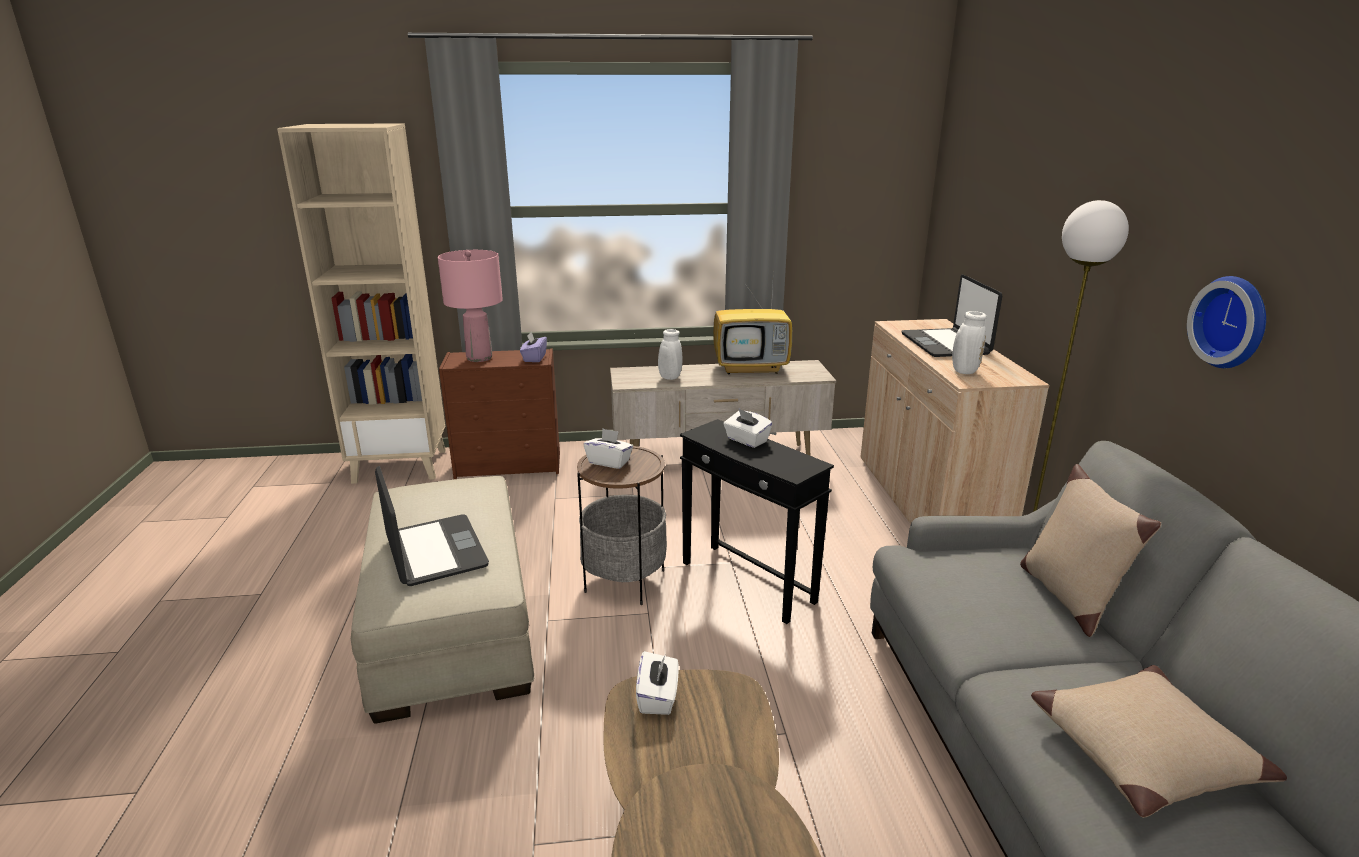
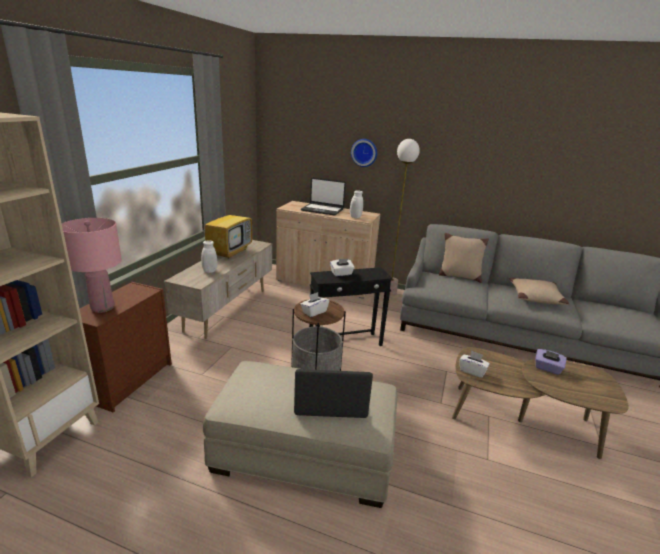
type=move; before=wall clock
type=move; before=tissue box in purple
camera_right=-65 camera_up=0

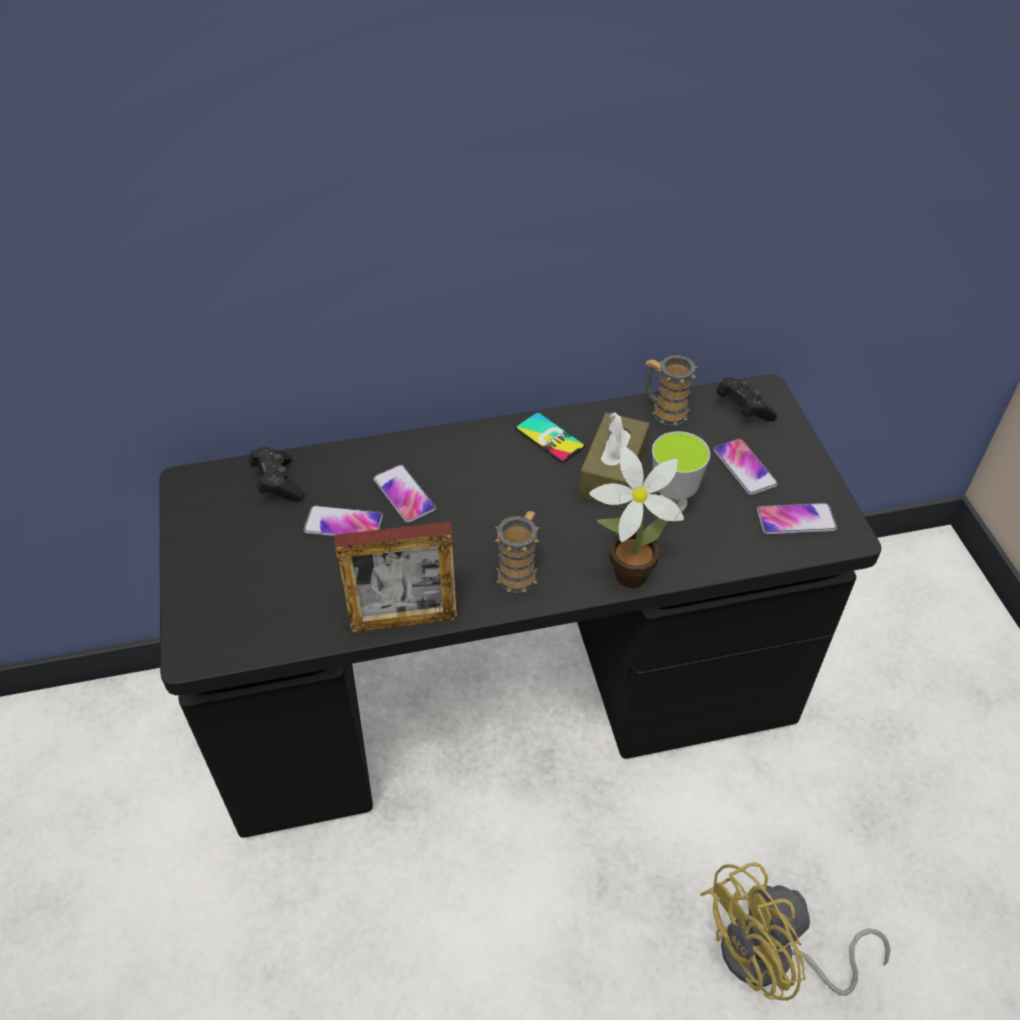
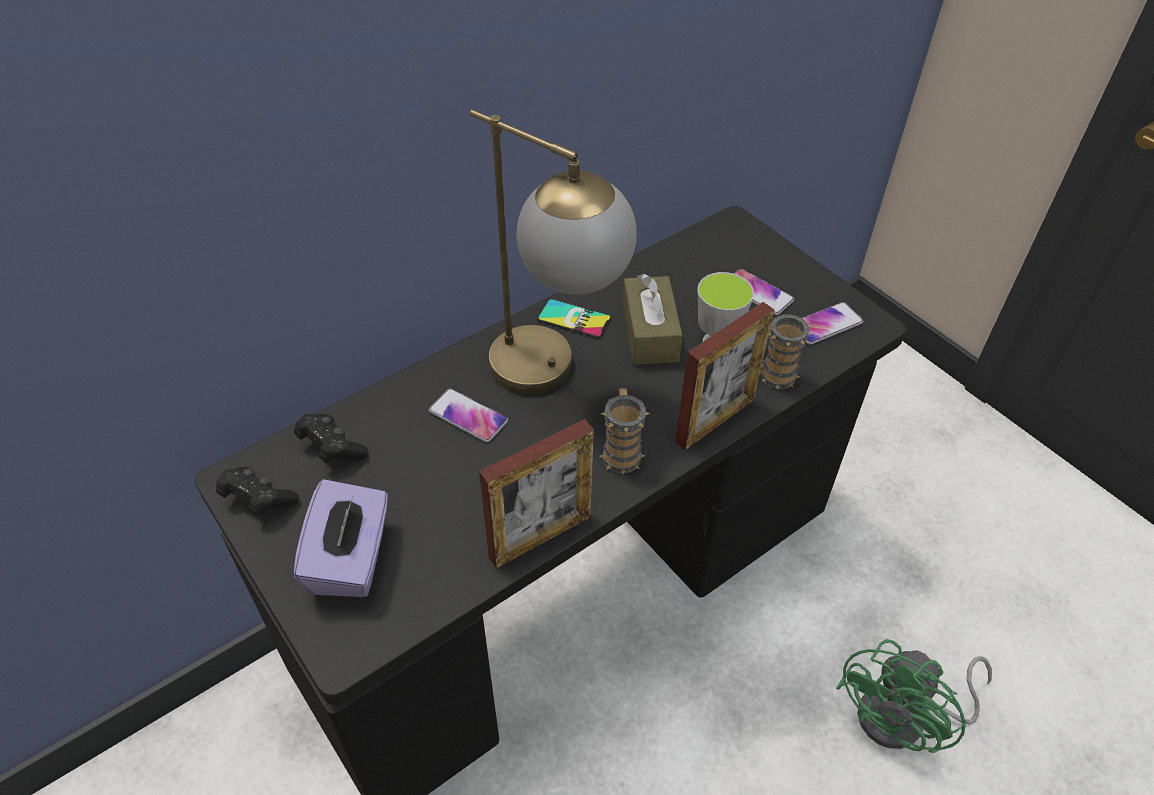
type=move; before=mug (2nd from left)
type=move; before=game controller in black (2nd from left in the first image); after=game controller in black (1st from left)
type=replace; before=potted plant; after=picture frame (2nd from left)
type=delete; before=phone (1st from left)
type=recolor; before=fan in yellow; after=fan in green
type=insert; after=table lamp
type=insert; after=tissue box in purple
camera_right=-25 camera_up=0

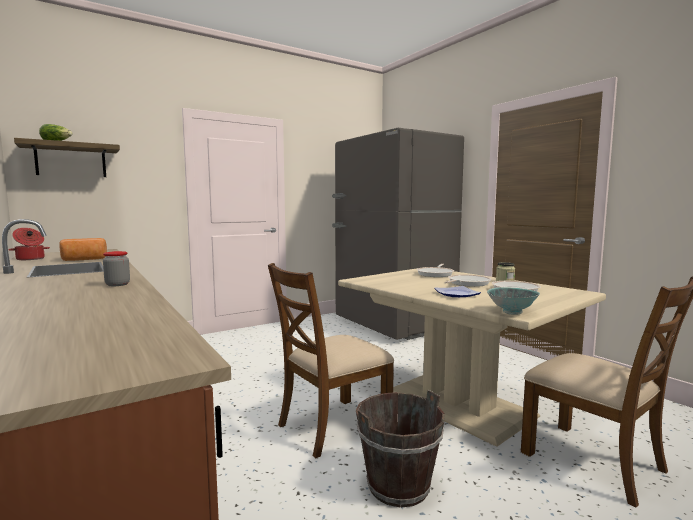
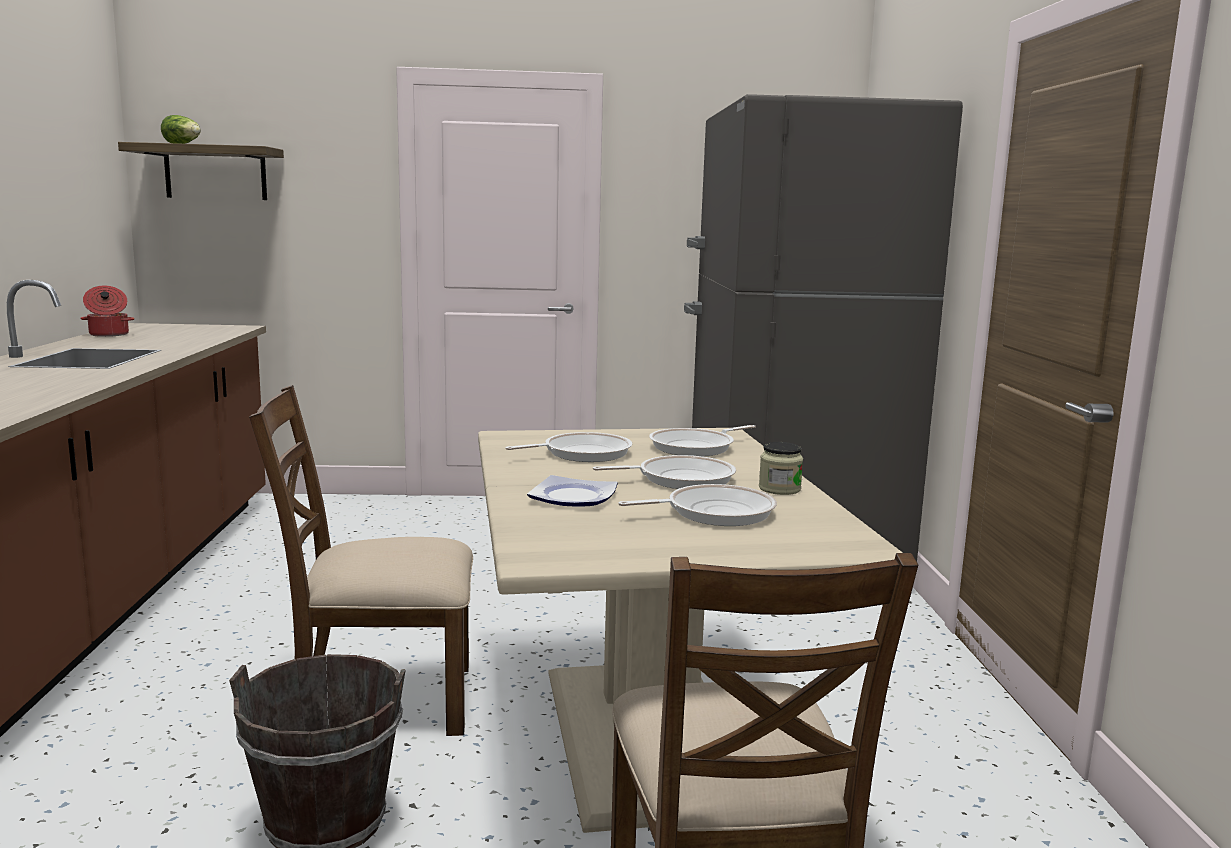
type=delete; before=bread
type=delete; before=jar (1st from left)
type=delete; before=bowl
type=insert; after=frying pan (1st from left)
camera_right=30 camera_up=5

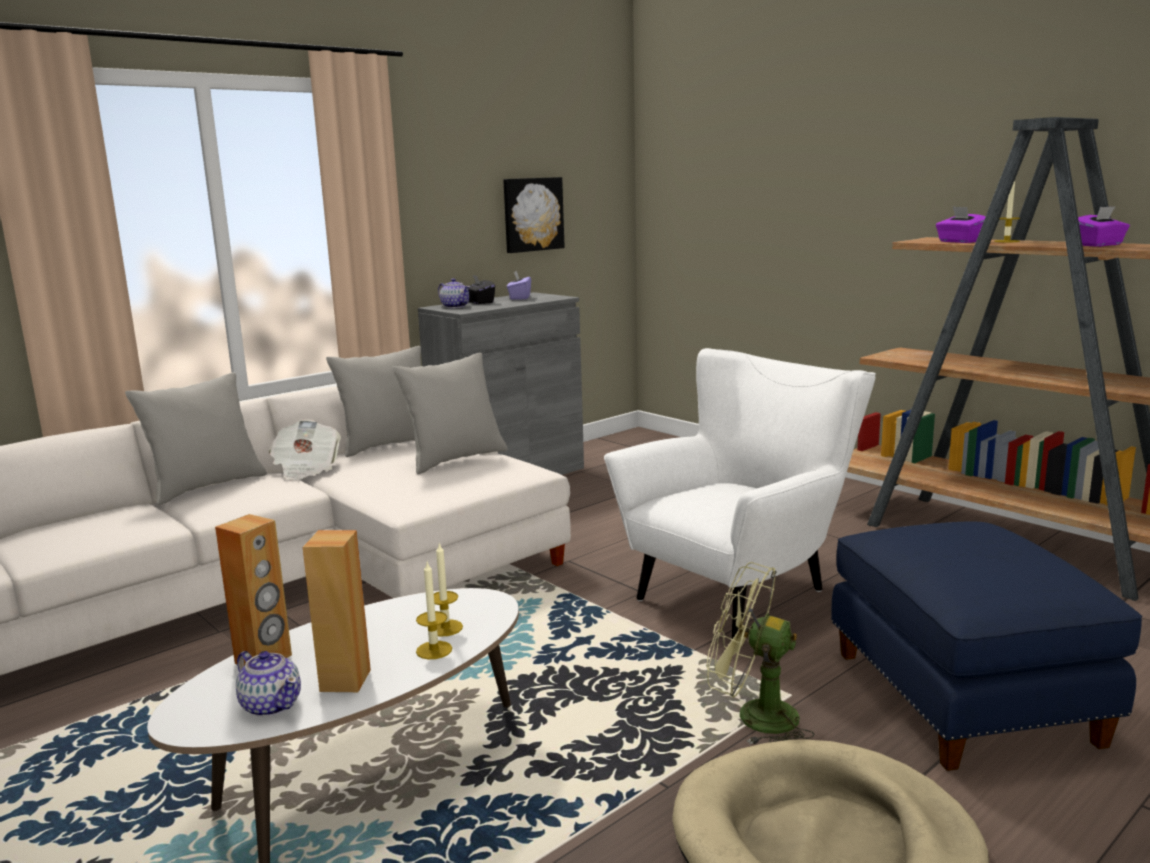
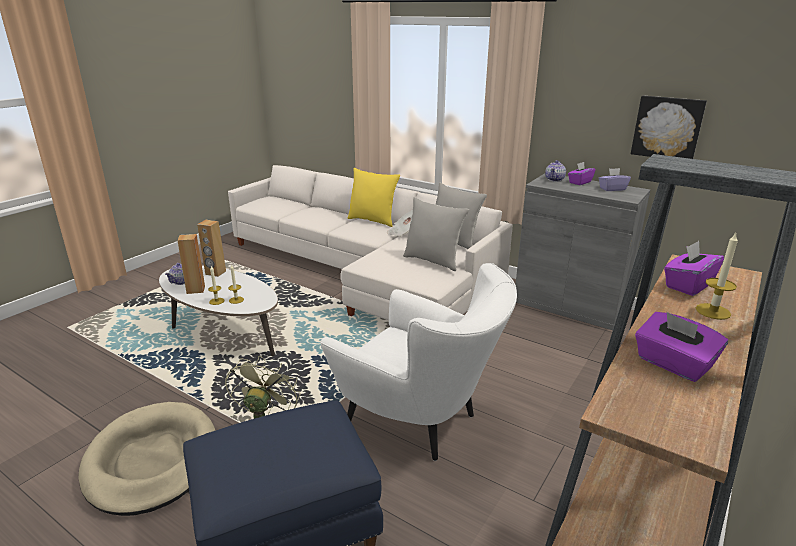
type=recolor; before=tissue box in black; after=tissue box in purple (1st from left)
type=recolor; before=pillow in grey (1st from left); after=pillow in yellow
camera_right=75 camera_up=10

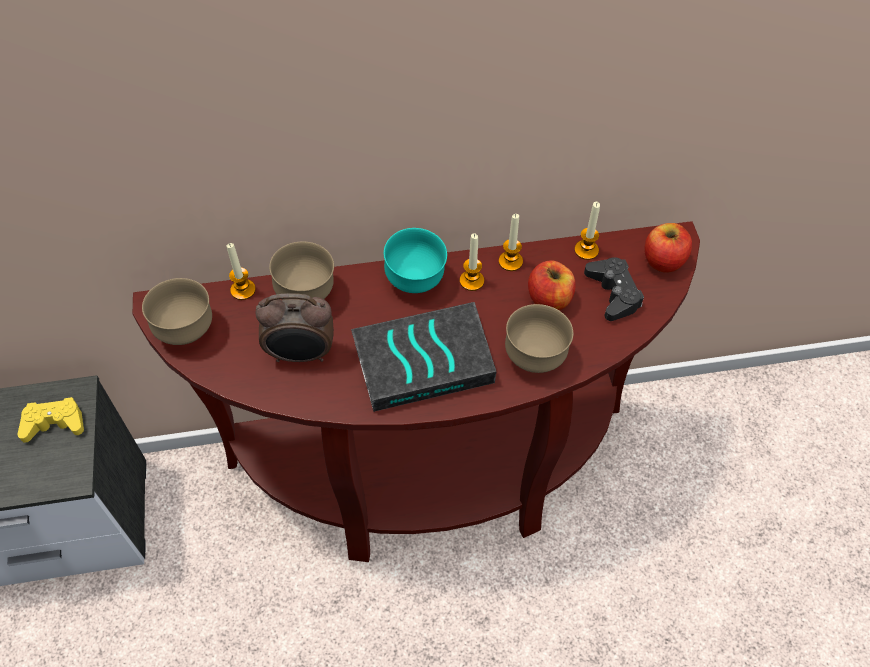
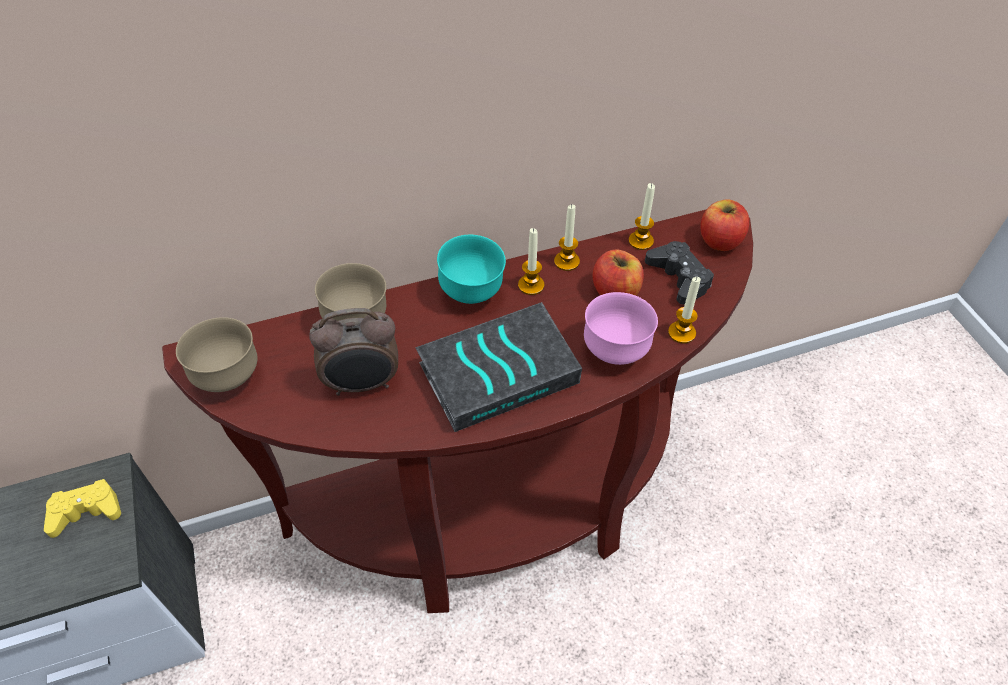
type=move; before=candle (1st from left in the first image); after=candle (4th from left)
type=recolor; before=bowl in brown (3rd from left); after=bowl in pink
camera_right=-10 camera_up=-5

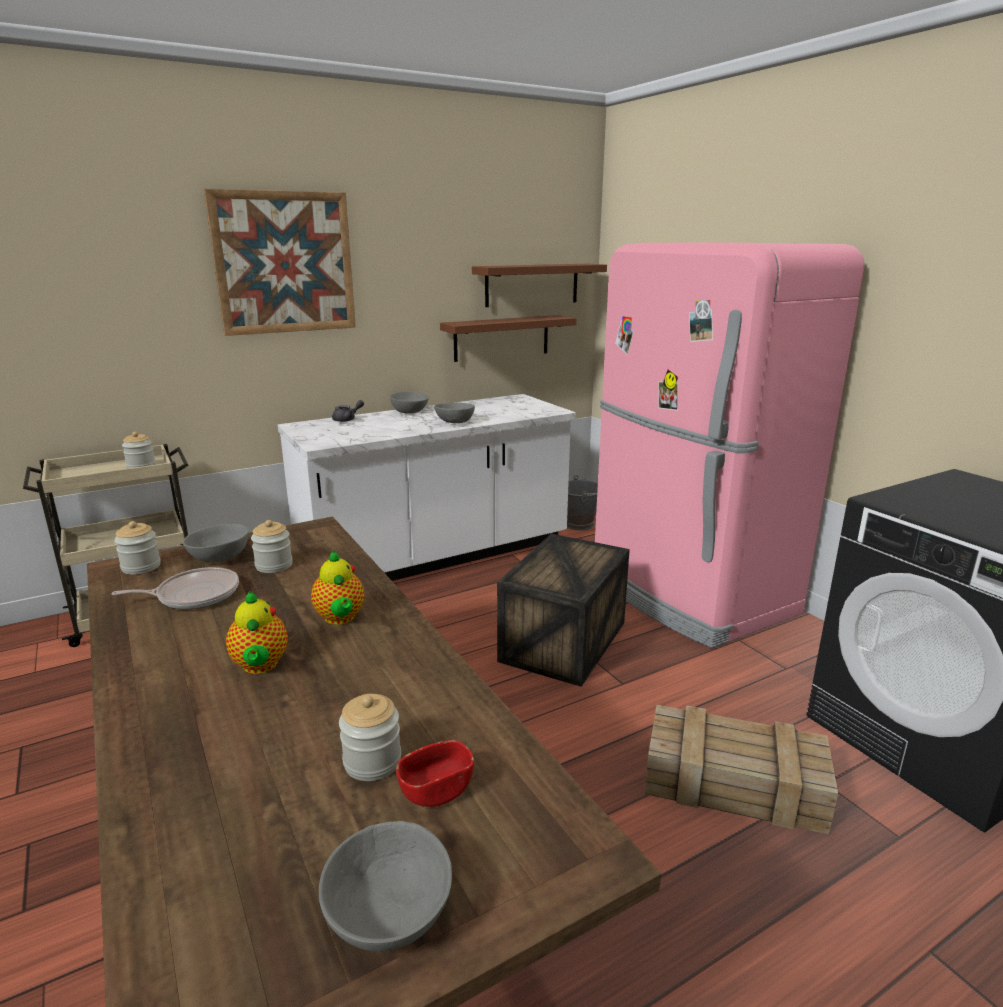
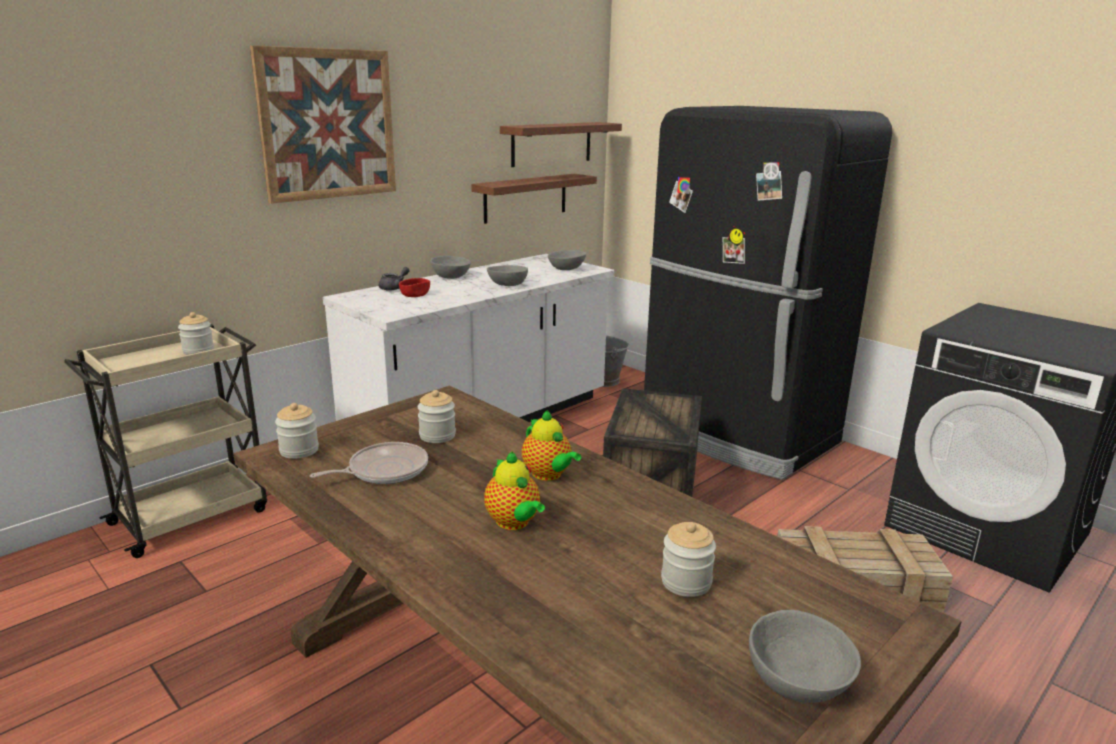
type=recolor; before=fridge in pink; after=fridge in black
type=move; before=bowl in grey (1st from left in the first image); after=bowl in grey (3rd from left)
type=move; before=bowl in red
camera_right=-15 camera_up=0

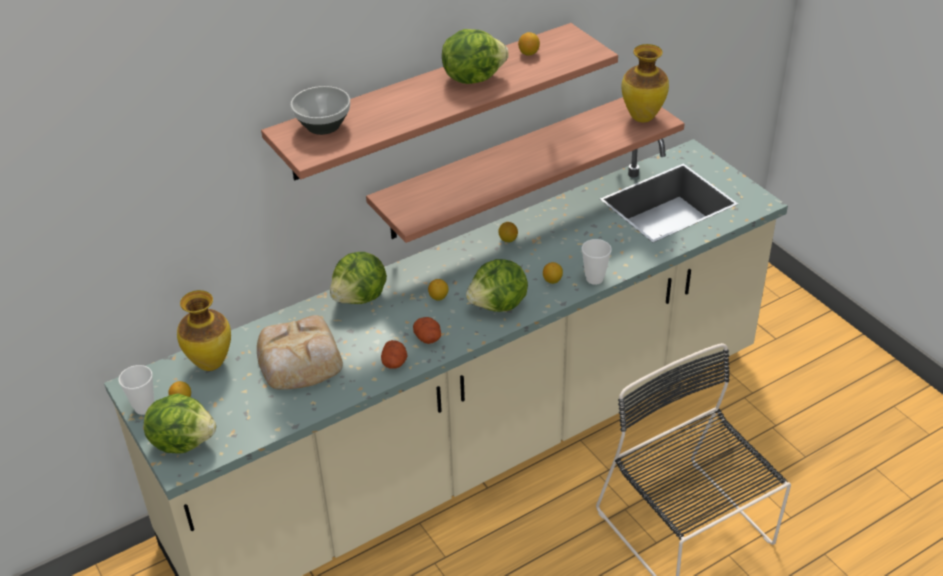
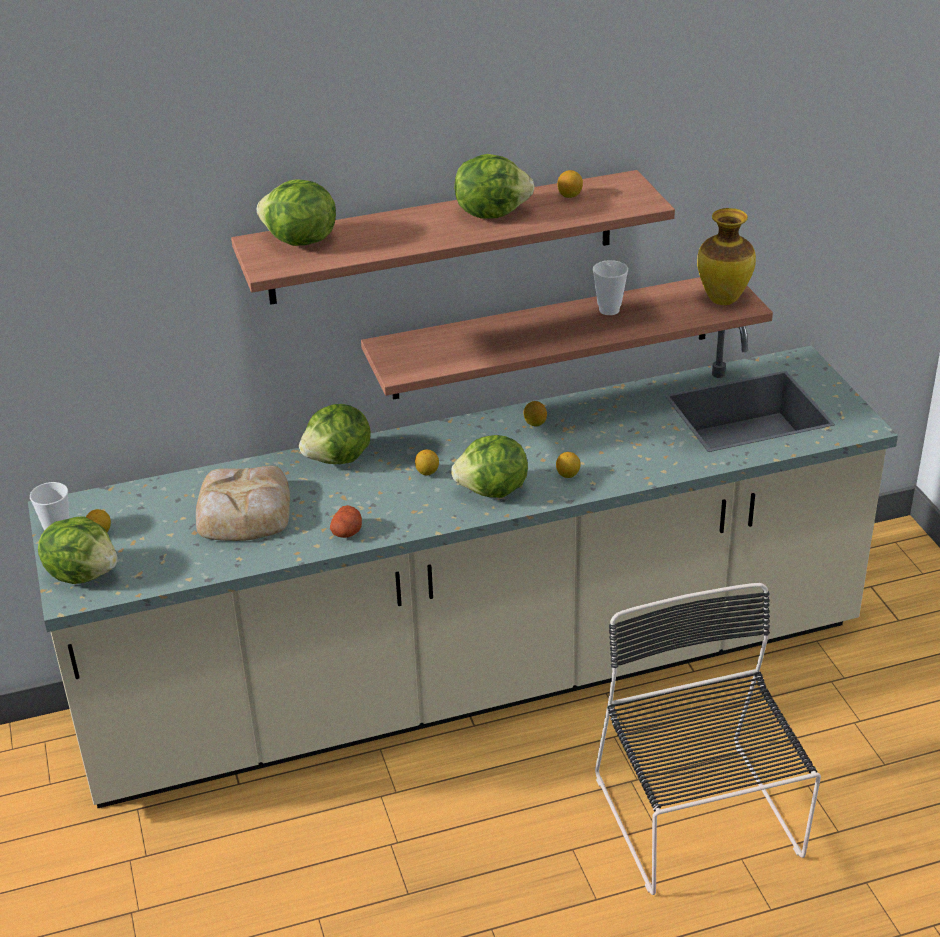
type=replace; before=bowl; after=lettuce (2nd from left)
type=move; before=cup (2nd from left)
type=delete; before=vase (1st from left)
type=delete; before=potato (2nd from left)
camera_right=15 camera_up=-5

